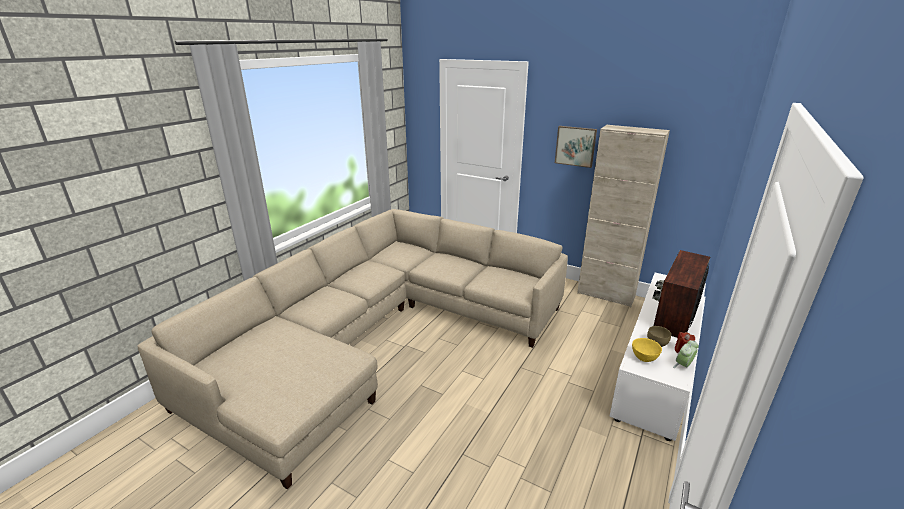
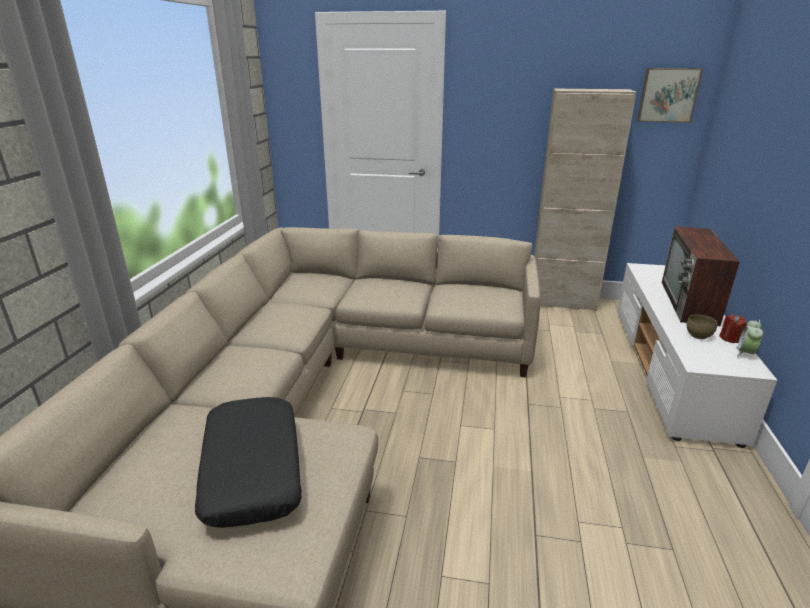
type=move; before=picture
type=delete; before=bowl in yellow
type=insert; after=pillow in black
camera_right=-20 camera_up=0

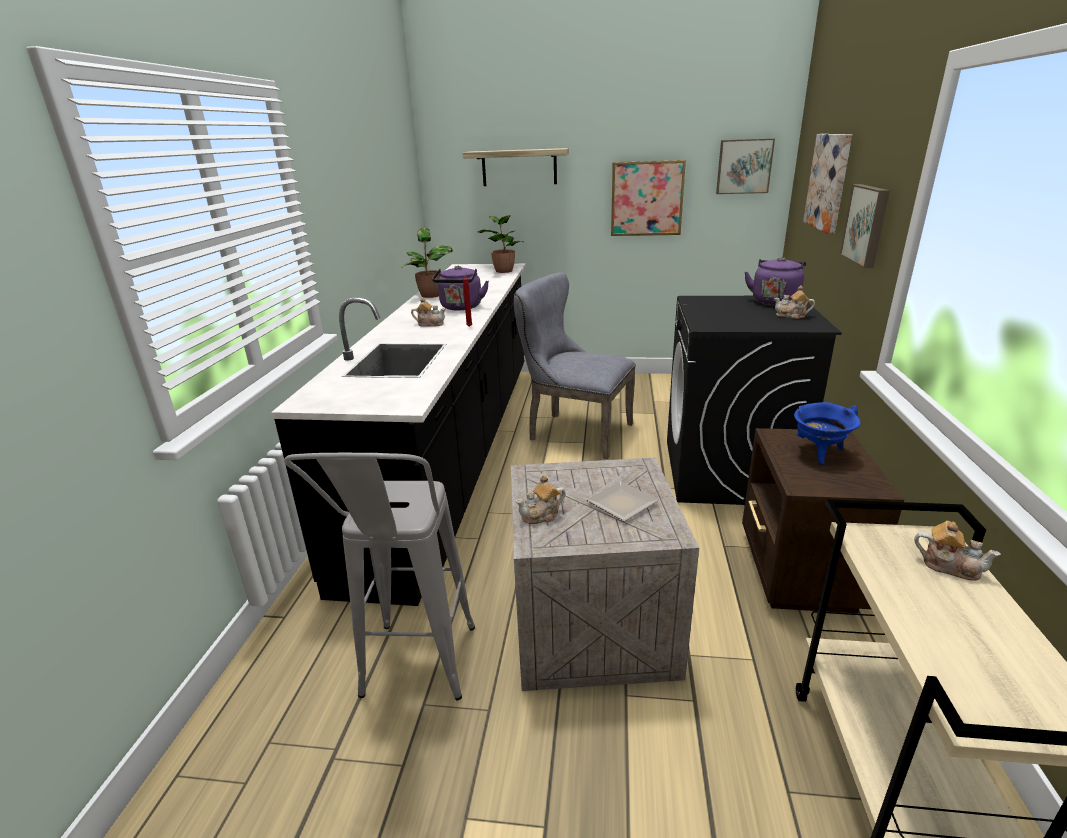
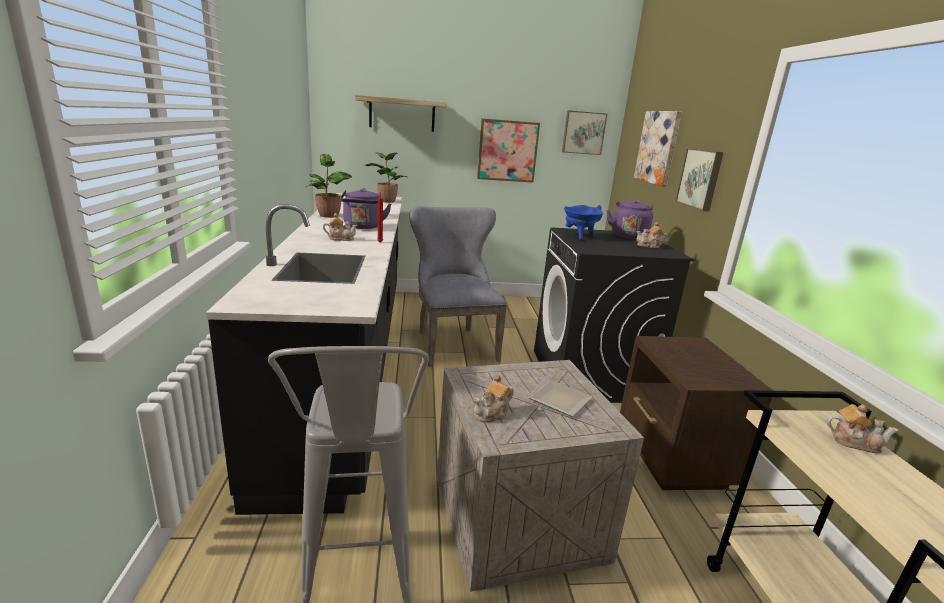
type=rotate; before=chair in grey; turn=60
type=move; before=cooking pot in blue
camera_right=-15 camera_up=-5

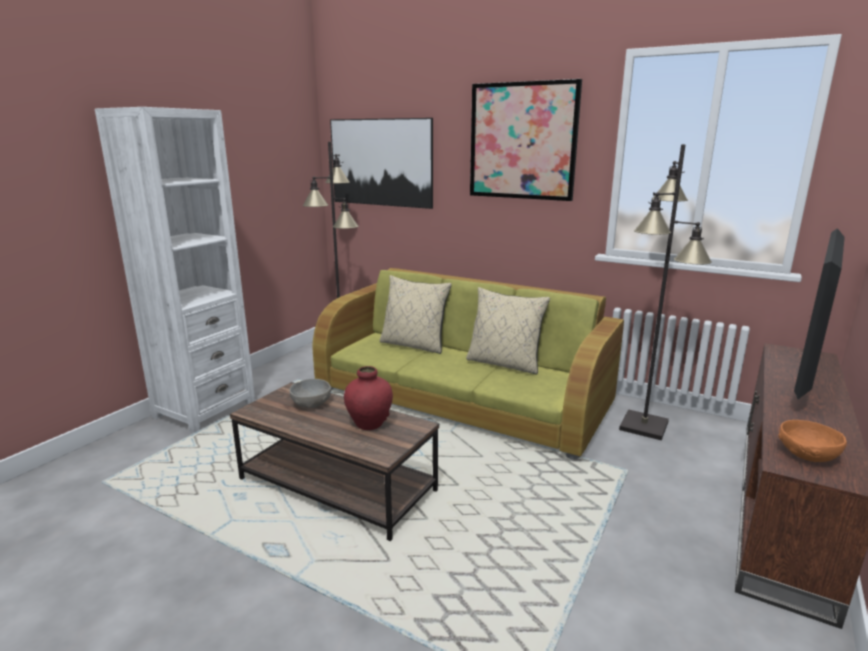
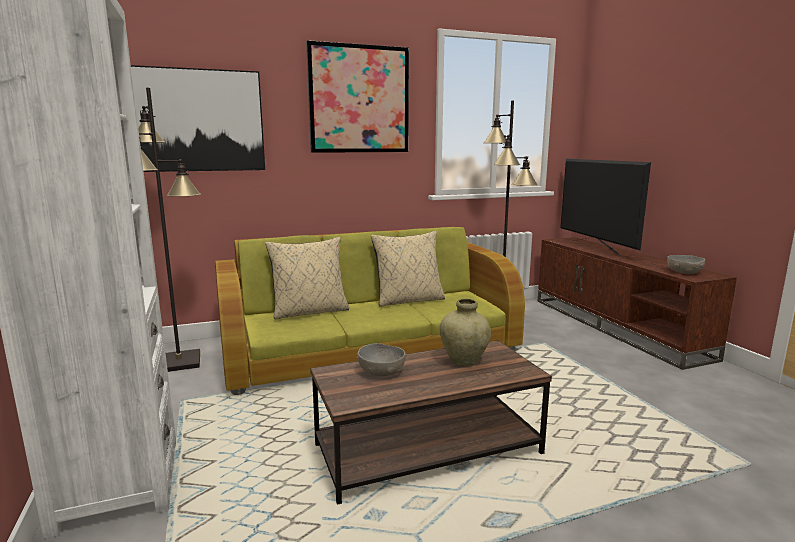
type=recolor; before=vase in red; after=vase in beige
type=recolor; before=bowl in orange; after=bowl in grey (2nd from left)
camera_right=-50 camera_up=-5

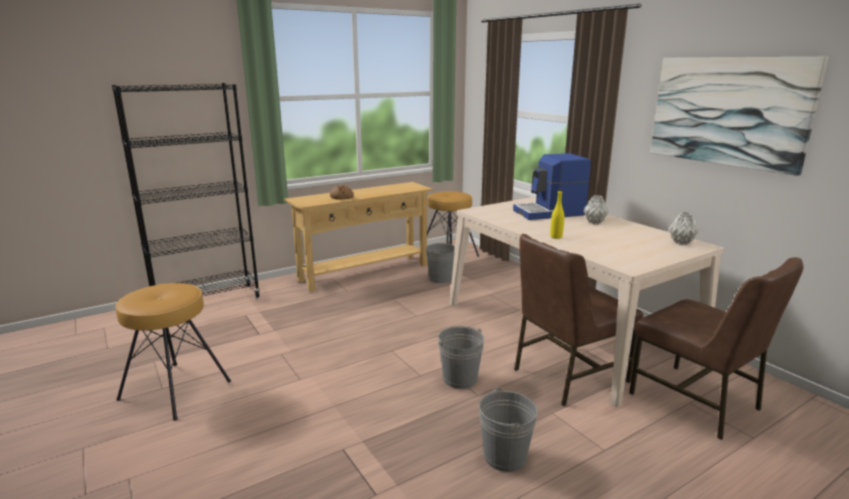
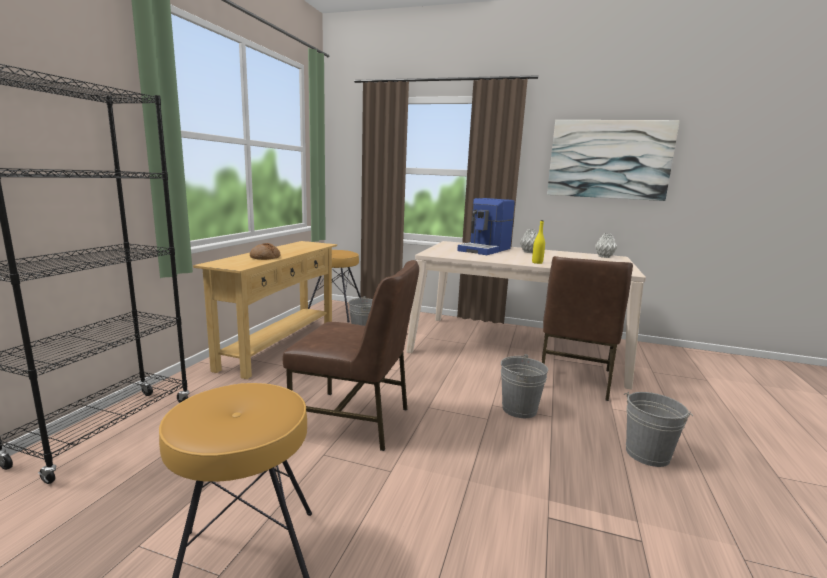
type=move; before=chair in brown (2nd from left in the first image); after=chair in brown (1st from left)
camera_right=-40 camera_up=-5

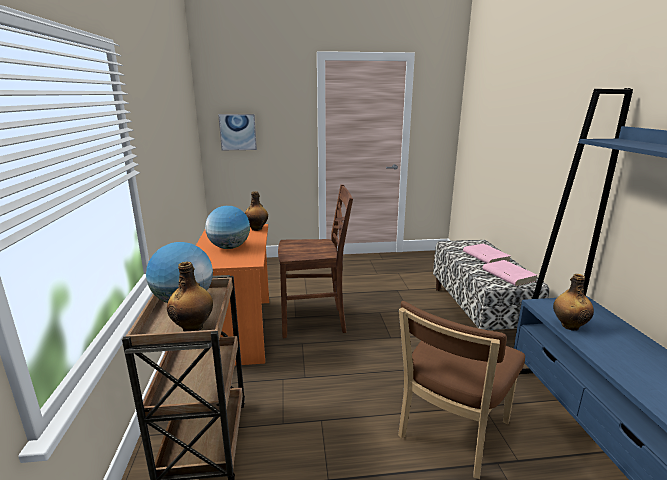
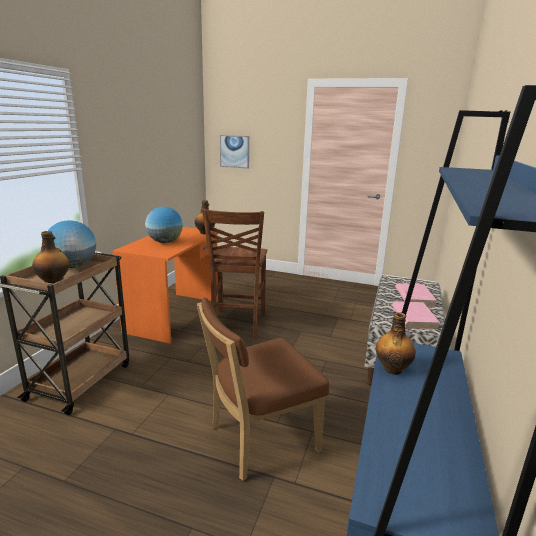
type=rotate; before=chair in brown (1st from left); turn=75
camera_right=25 camera_up=0

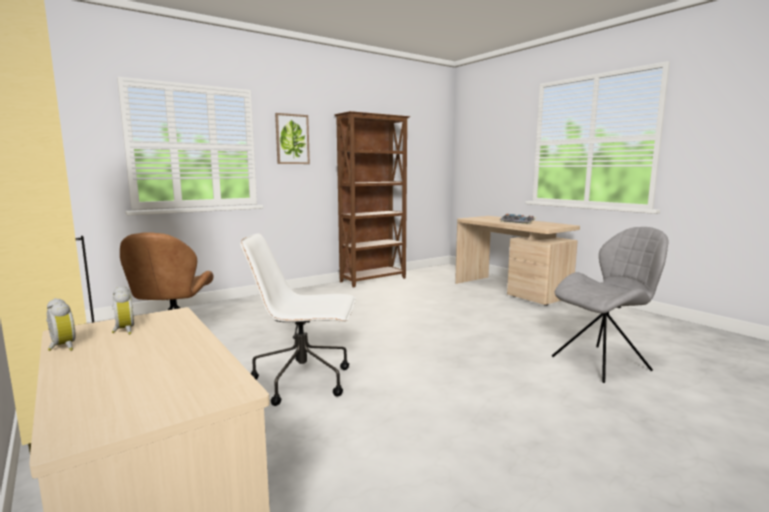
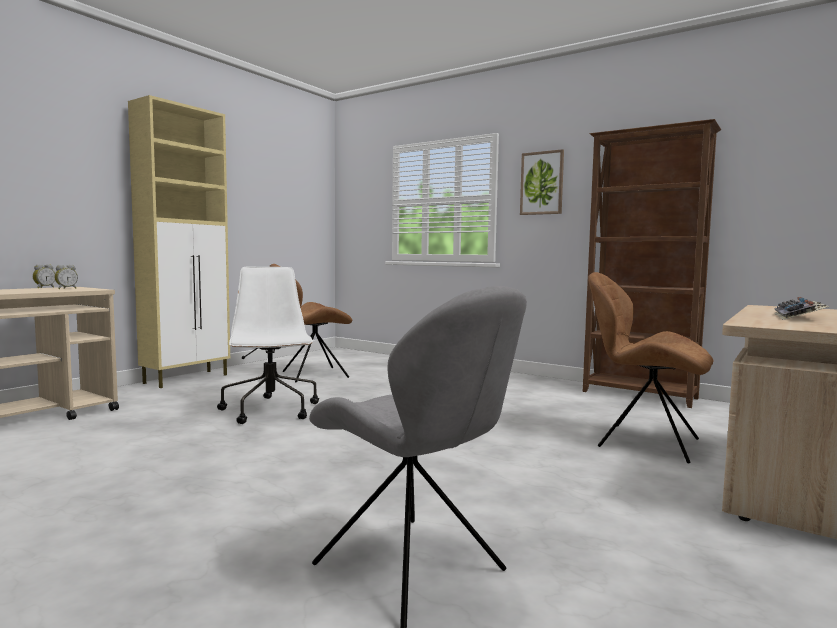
type=insert; after=chair in brown (2nd from left)
camera_right=70 camera_up=-5

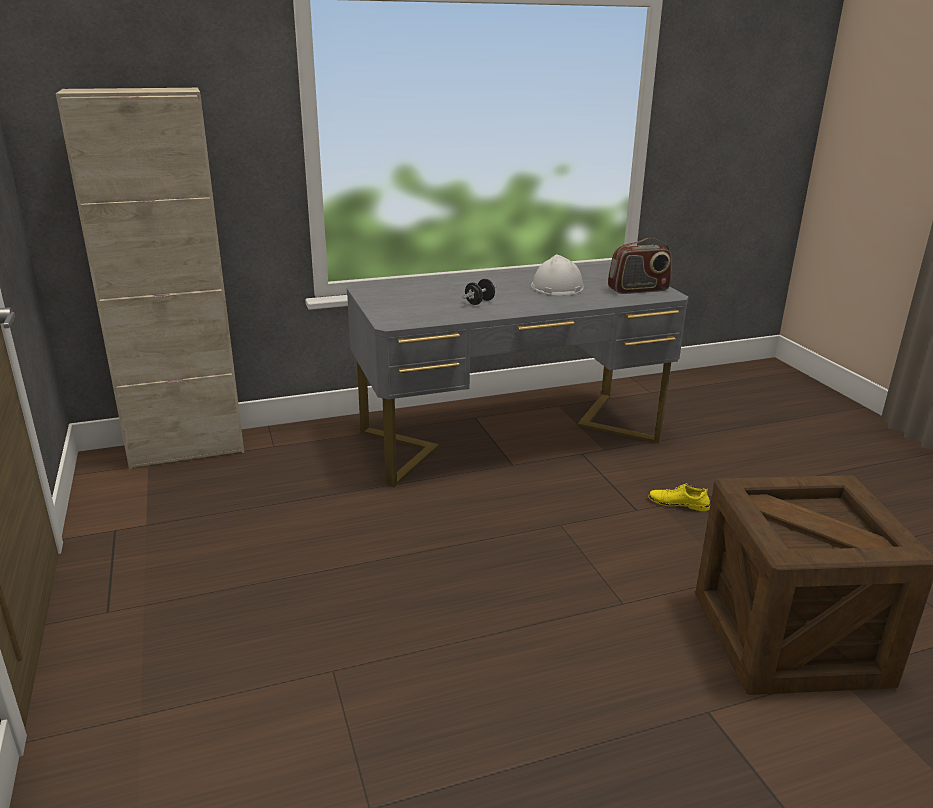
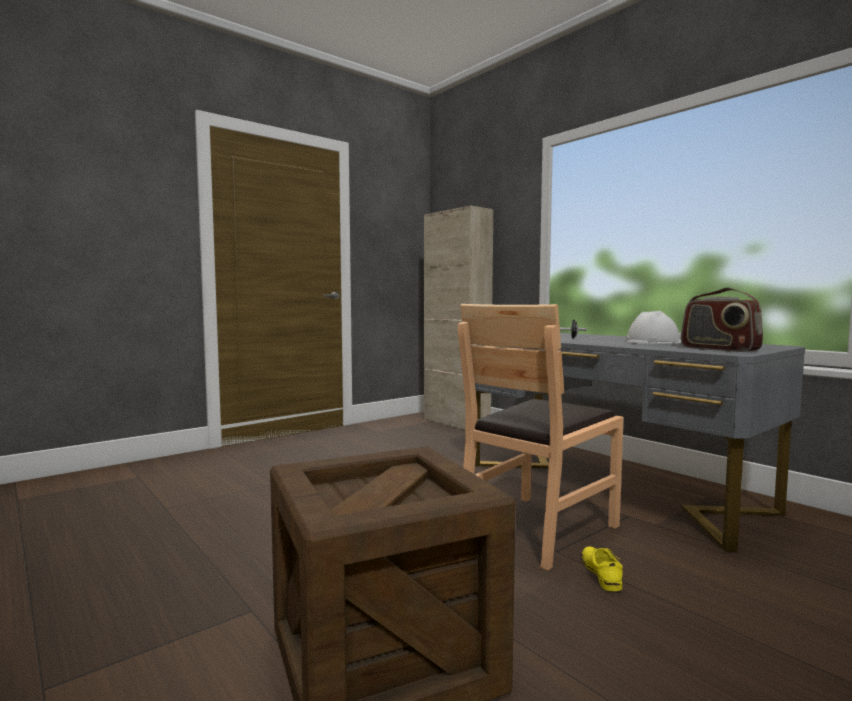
type=insert; after=chair in brown
camera_right=70 camera_up=-20

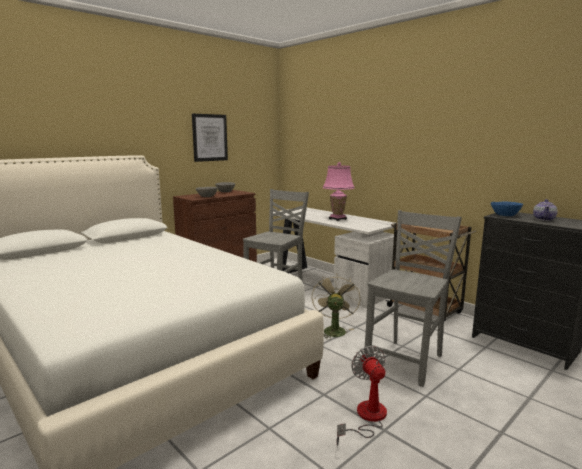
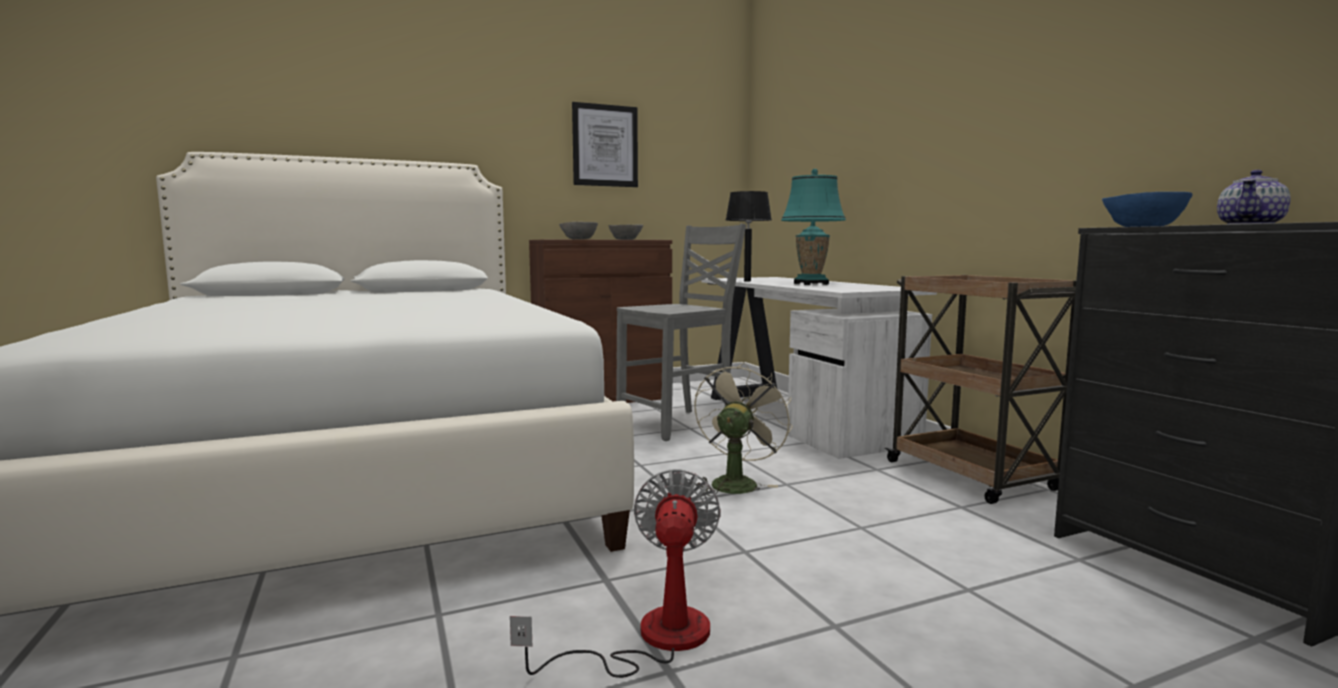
type=recolor; before=table lamp in pink; after=table lamp in turquoise
type=delete; before=chair in grey (2nd from left)
type=insert; after=table lamp in black
camera_right=20 camera_up=-5

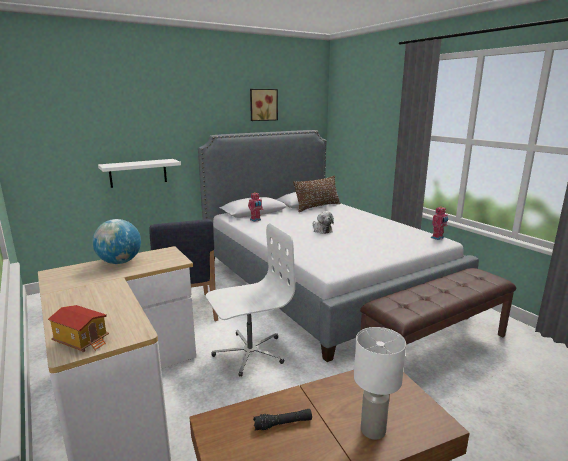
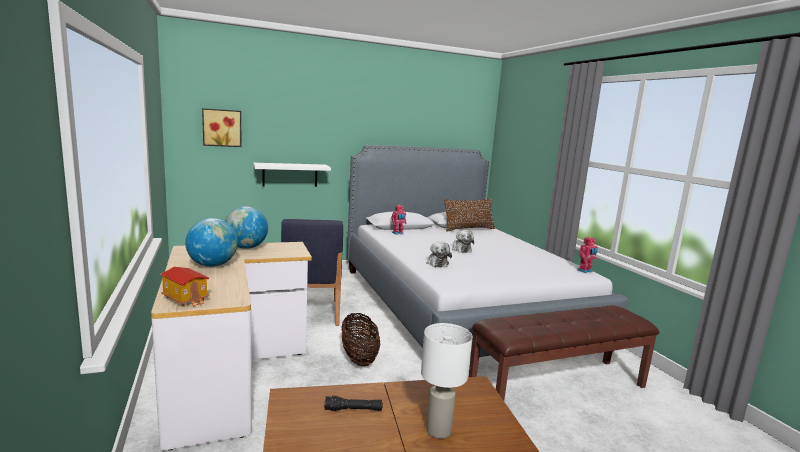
type=move; before=picture
type=replace; before=office chair in white; after=basket
type=insert; after=globe (1st from left)
type=insert; after=plush toy (1st from left)
camera_right=10 camera_up=-5

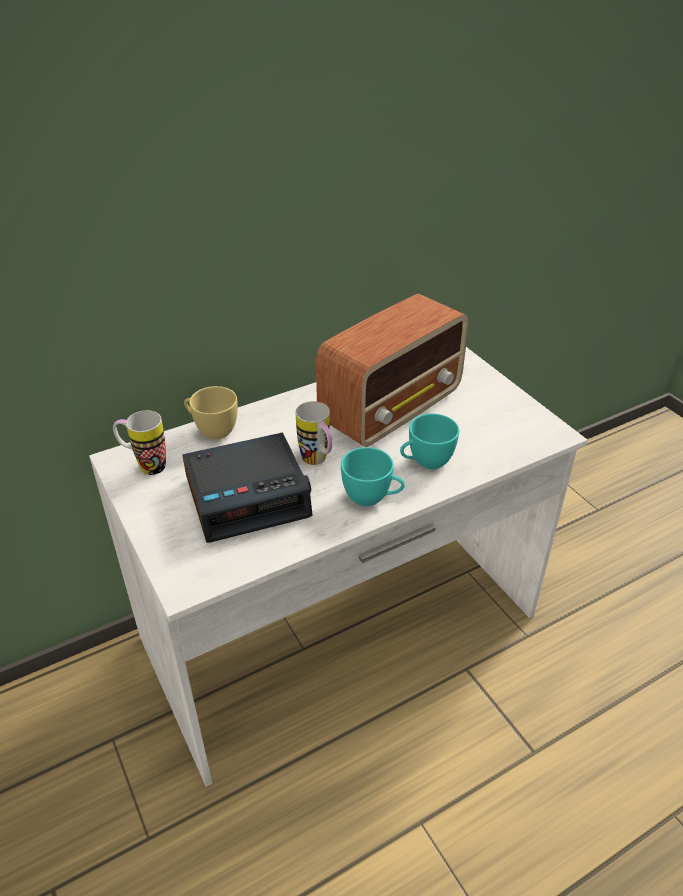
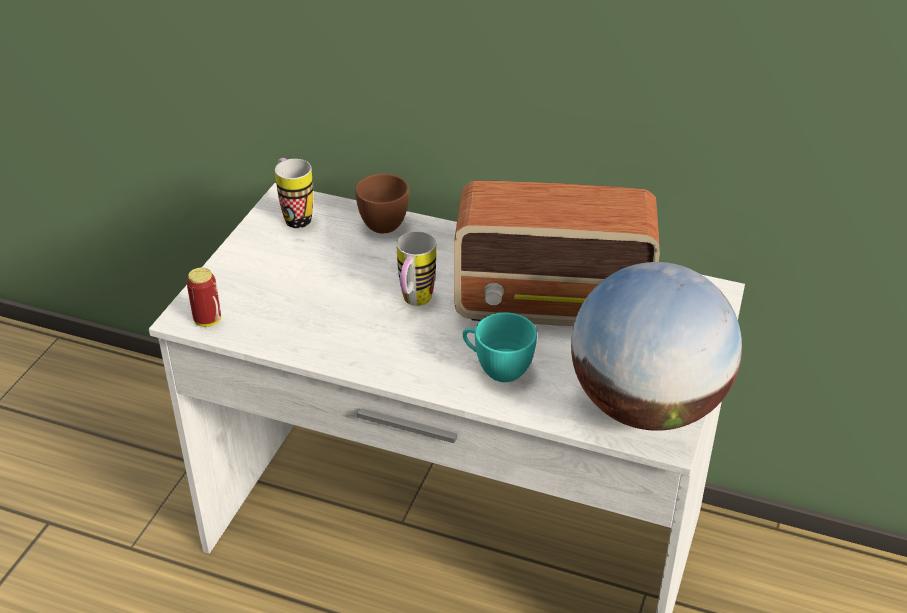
type=recolor; before=cup in yellow; after=cup in brown
type=delete; before=alarm clock
type=delete; before=cup in turquoise (1st from left)
type=insert; after=globe
type=insert; after=can
camera_right=50 camera_up=0

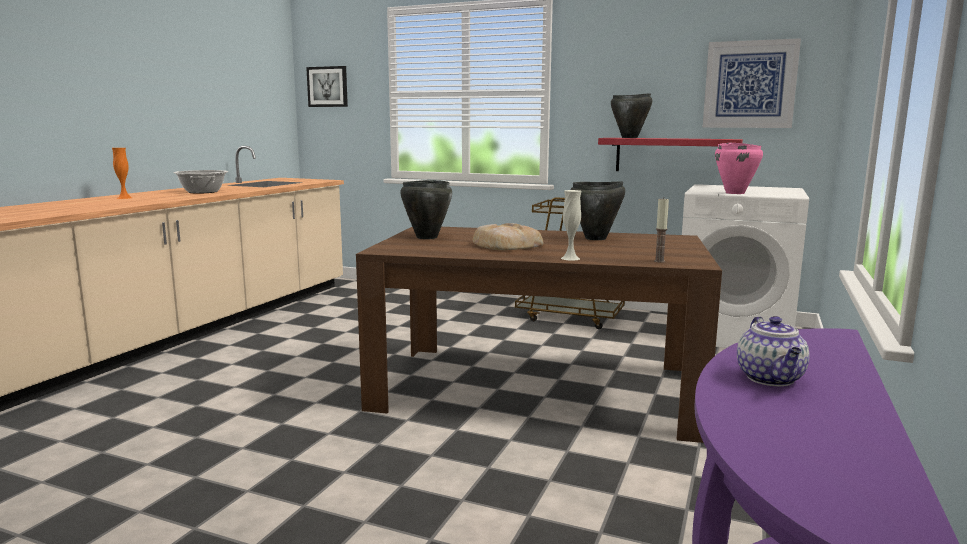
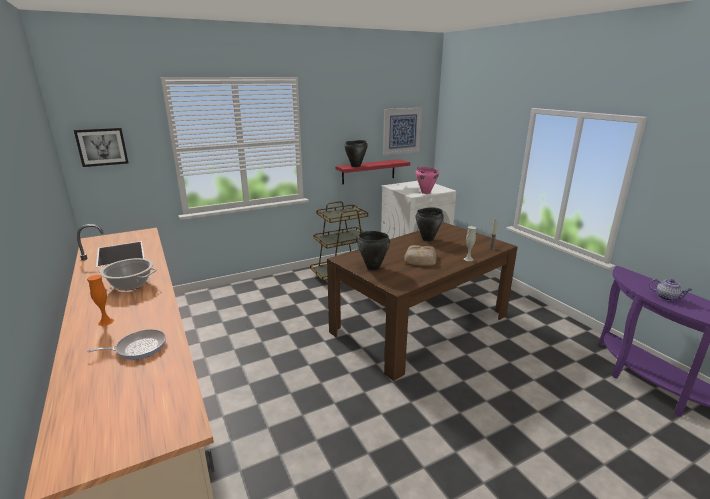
type=insert; after=frying pan
camera_right=-50 camera_up=10

